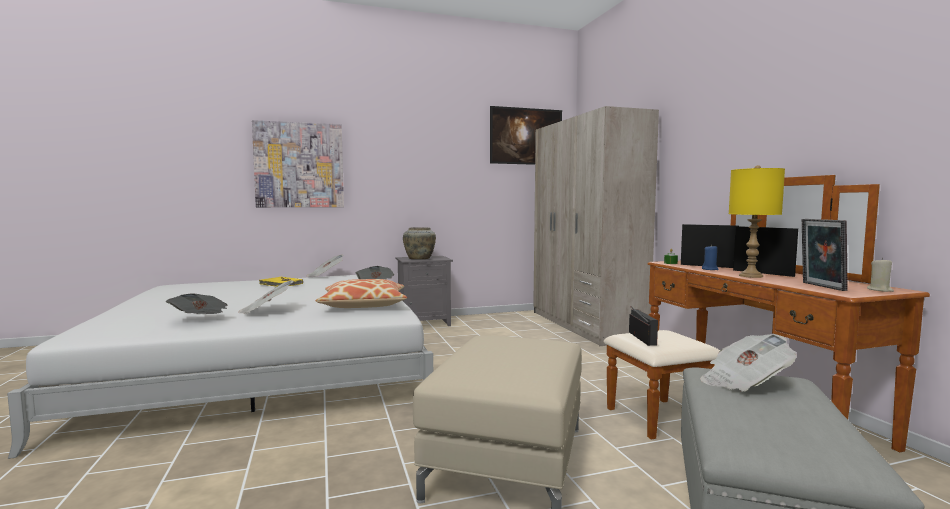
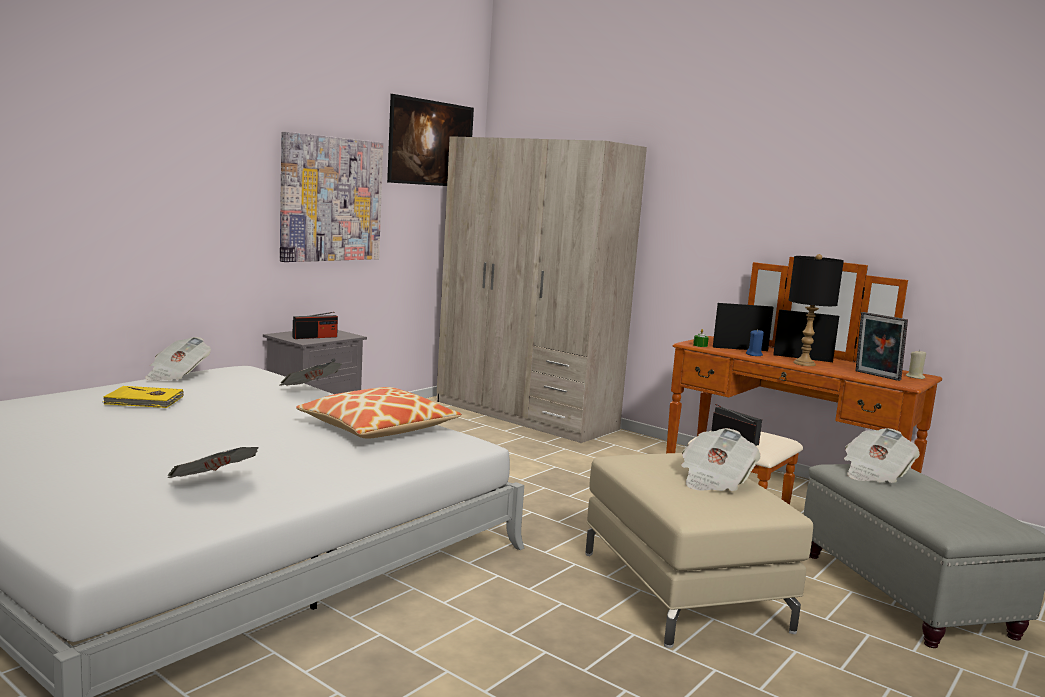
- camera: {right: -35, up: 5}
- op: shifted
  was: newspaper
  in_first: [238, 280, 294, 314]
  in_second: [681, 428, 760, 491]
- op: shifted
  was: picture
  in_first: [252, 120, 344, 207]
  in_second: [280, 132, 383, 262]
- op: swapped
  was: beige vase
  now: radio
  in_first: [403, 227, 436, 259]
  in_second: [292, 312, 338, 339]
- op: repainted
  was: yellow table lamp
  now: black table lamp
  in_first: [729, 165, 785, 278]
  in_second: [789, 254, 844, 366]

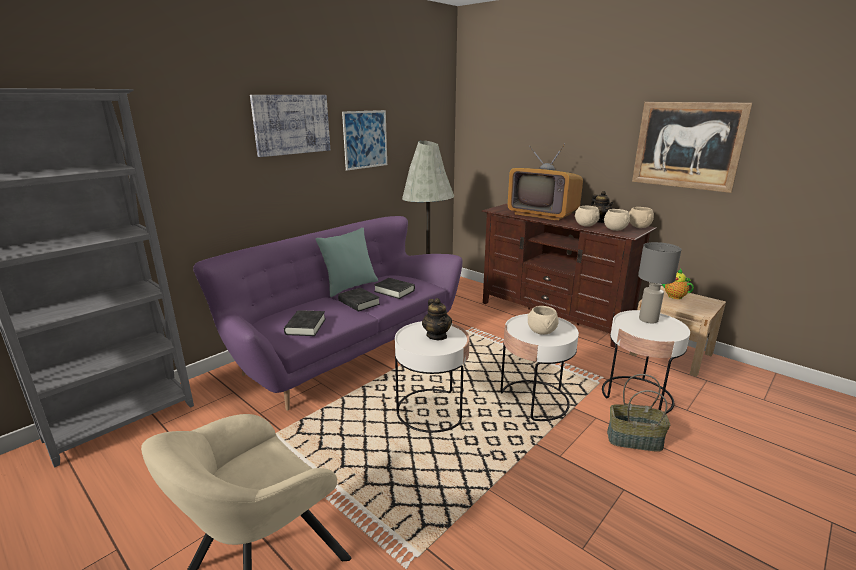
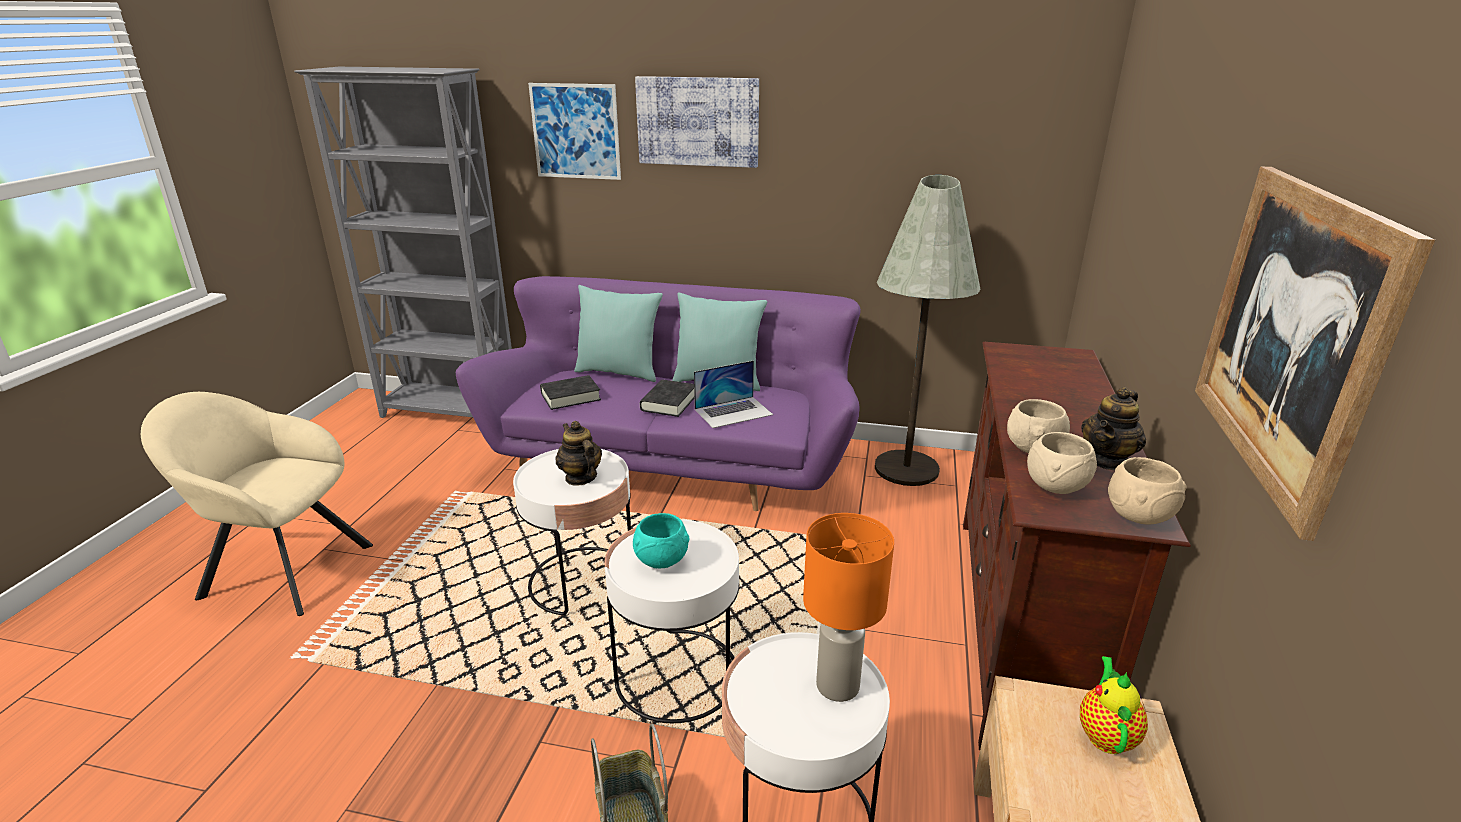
- camera: {right: 60, up: 5}
- op: gone
  was: television
  in_first: [508, 143, 583, 221]
- op: new
  now: turquoise pillow
  in_second: [574, 285, 663, 382]
- op: shifted
  was: picture
  in_first: [342, 110, 387, 171]
  in_second: [528, 83, 621, 180]
- op: swapped
  was: black book
  now: laptop
  in_first: [374, 278, 415, 299]
  in_second: [694, 360, 773, 428]
- op: repainted
  was: beige bowl
  now: turquoise bowl
  in_first: [528, 306, 559, 335]
  in_second: [633, 513, 689, 568]
- op: repainted
  was: grey table lamp
  now: orange table lamp
  in_first: [638, 242, 682, 323]
  in_second: [803, 513, 894, 702]
- op: rotated
  was: teapot
  in_first: [422, 298, 452, 340]
  in_second: [555, 421, 602, 486]
  clockwise: 105

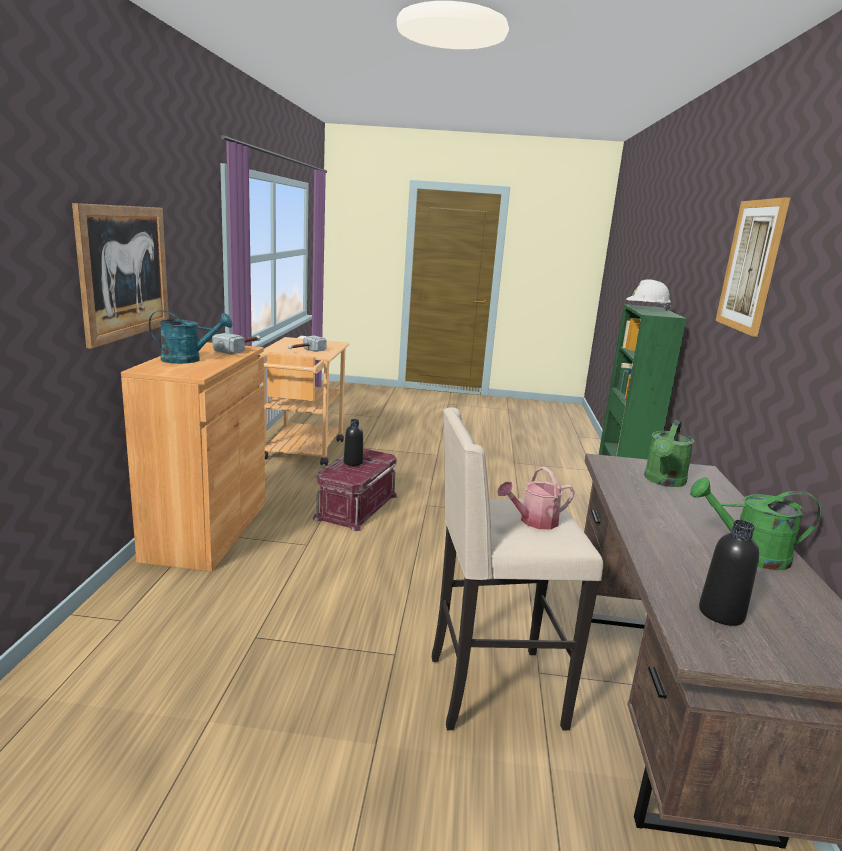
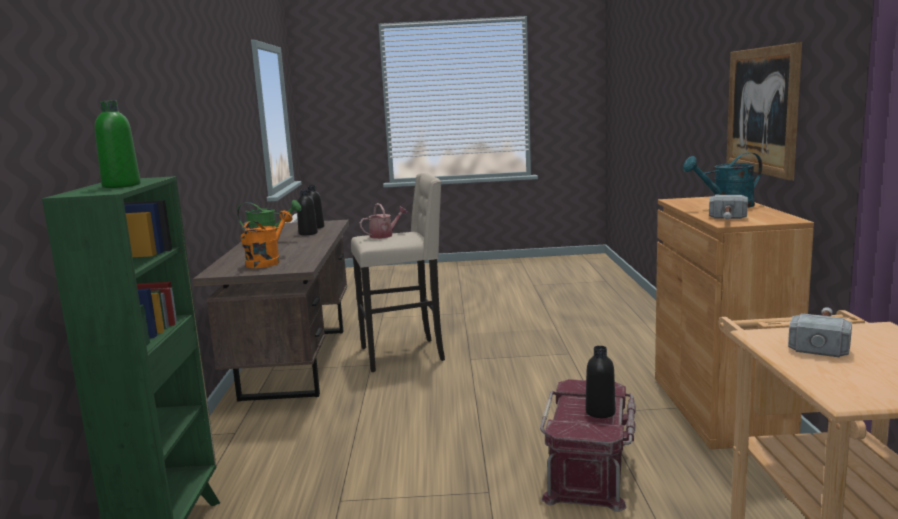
- camera: {right: 175, up: -5}
- op: gone
  was: picture
  in_first: [715, 197, 790, 337]
- op: new
  now: black bottle
  in_second: [297, 190, 318, 235]
- op: swapped
  was: white hard hat
  now: green bottle
  in_first: [626, 279, 671, 311]
  in_second: [95, 100, 141, 188]
- op: repainted
  was: green watering can
  now: orange watering can
  in_first: [644, 420, 694, 487]
  in_second: [241, 211, 293, 268]

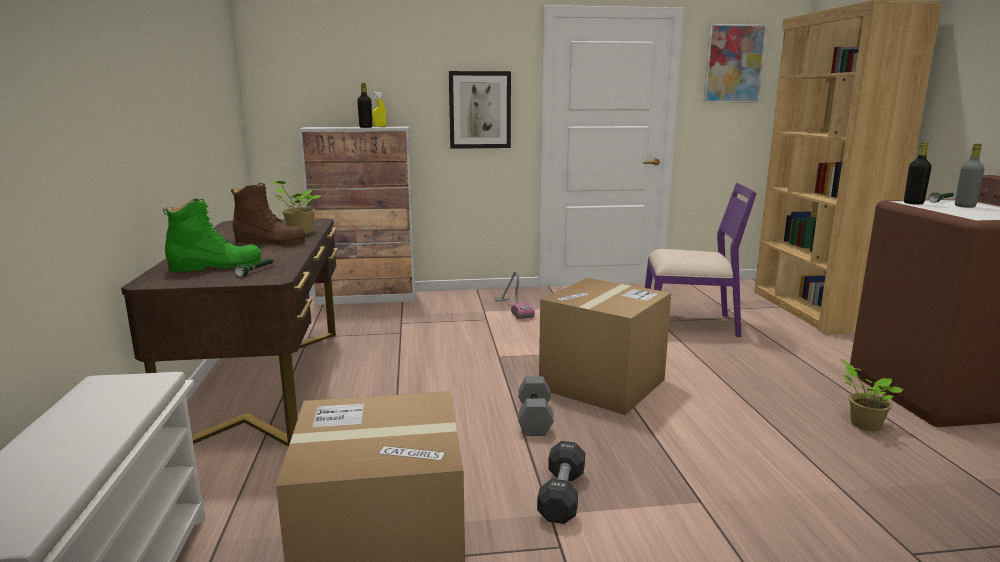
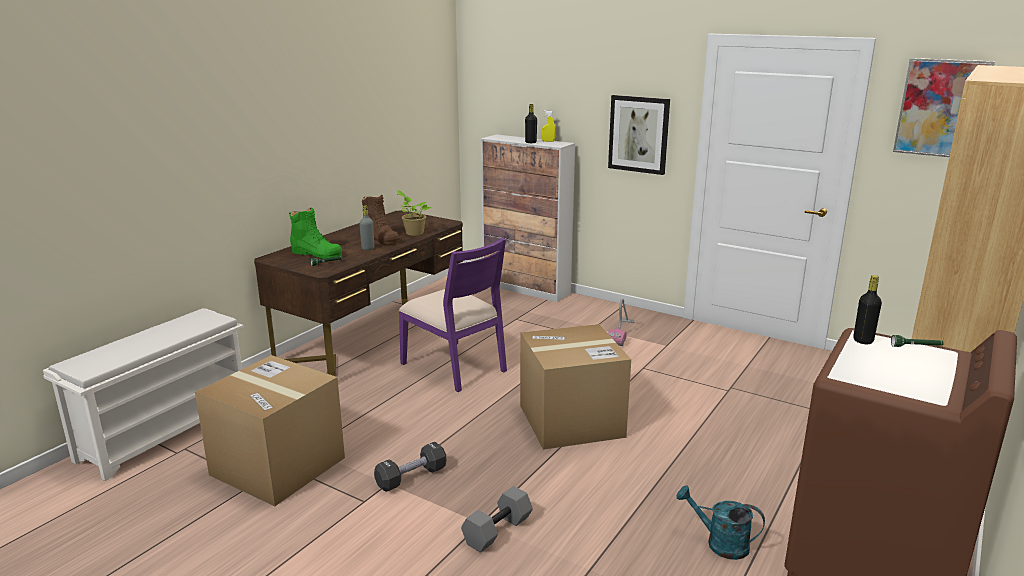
- camera: {right: 40, up: 5}
- op: shifted
  was: grey dumbbell
  in_first: [518, 376, 554, 436]
  in_second: [461, 486, 533, 552]
- op: shifted
  was: purple chair
  in_first: [645, 183, 757, 337]
  in_second: [399, 238, 507, 392]
- op: shifted
  was: grey bottle
  in_first: [955, 144, 985, 208]
  in_second: [359, 206, 374, 250]
- op: swapped
  was: potted plant
  now: turquoise watering can
  in_first: [840, 359, 903, 431]
  in_second: [676, 485, 765, 560]

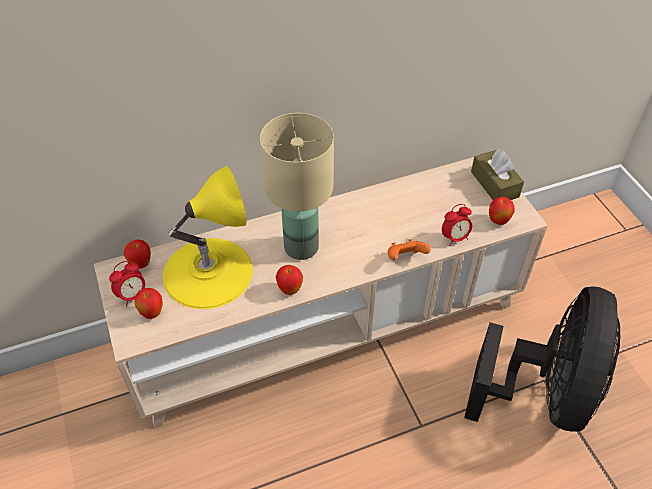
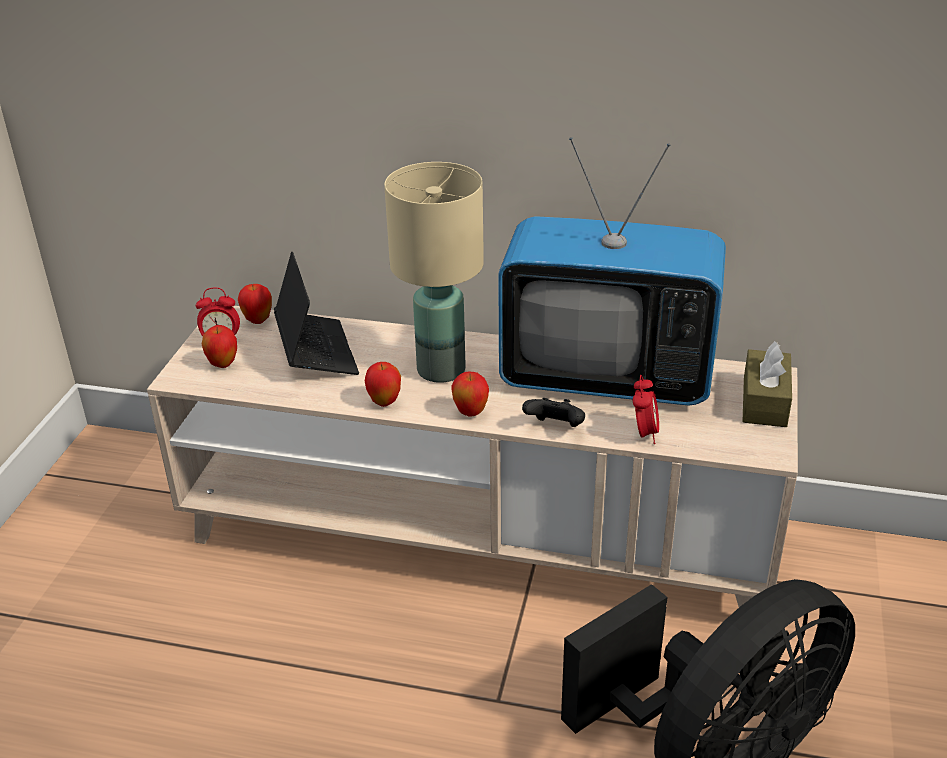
- camera: {right: 35, up: -15}
- op: new
  now: television
  in_second: [498, 137, 726, 406]
- op: shifted
  was: apple
  in_first: [489, 197, 515, 225]
  in_second: [451, 371, 489, 417]
- op: swapped
  was: yellow table lamp
  now: laptop
  in_first: [163, 166, 253, 309]
  in_second: [274, 252, 359, 375]
- op: repainted
  was: orange game controller
  now: black game controller
  in_first: [388, 239, 430, 260]
  in_second: [522, 398, 585, 427]
- op: rotated
  was: alarm clock
  in_first: [442, 204, 472, 246]
  in_second: [633, 375, 659, 444]
  clockwise: -90

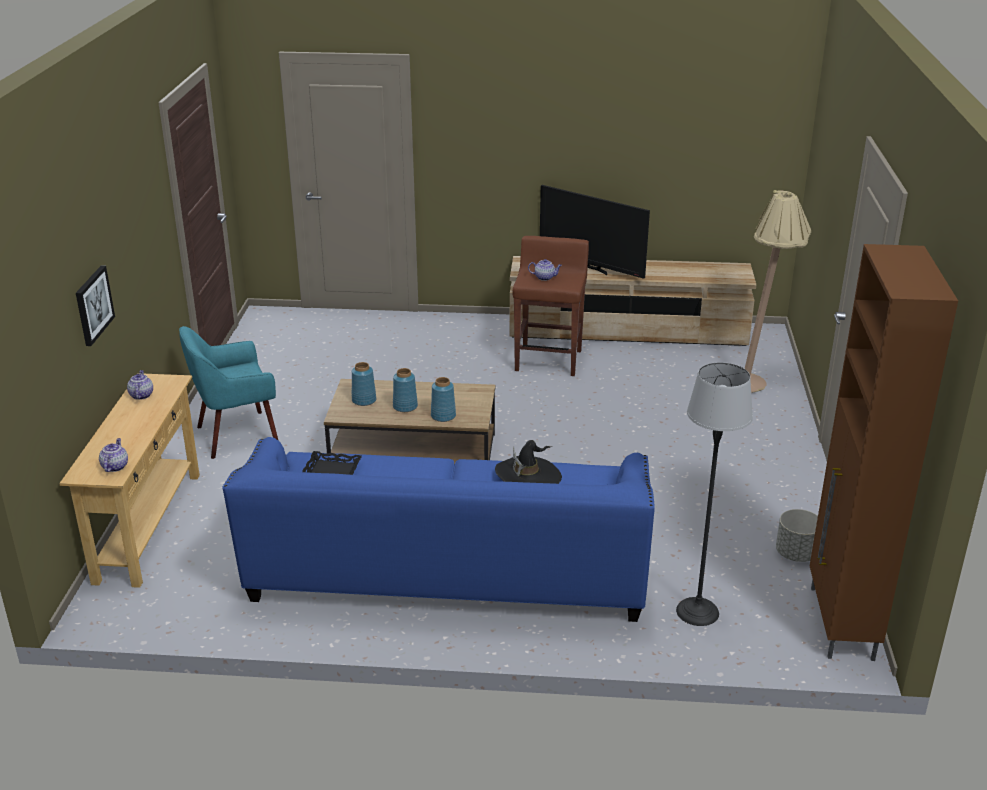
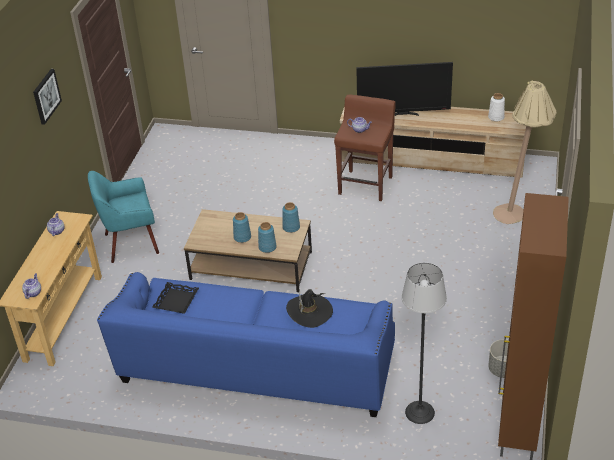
- camera: {right: 10, up: 10}
- op: new
  now: white vase
  in_second: [488, 93, 505, 121]
- op: shifted
  was: picture
  in_first: [76, 265, 115, 346]
  in_second: [33, 69, 62, 125]
- op: shifted
  was: blue vase
  in_first: [352, 362, 376, 406]
  in_second: [282, 202, 300, 233]
- op: rotated
  was: television
  in_first: [540, 185, 650, 279]
  in_second: [356, 62, 453, 116]
  clockwise: -45

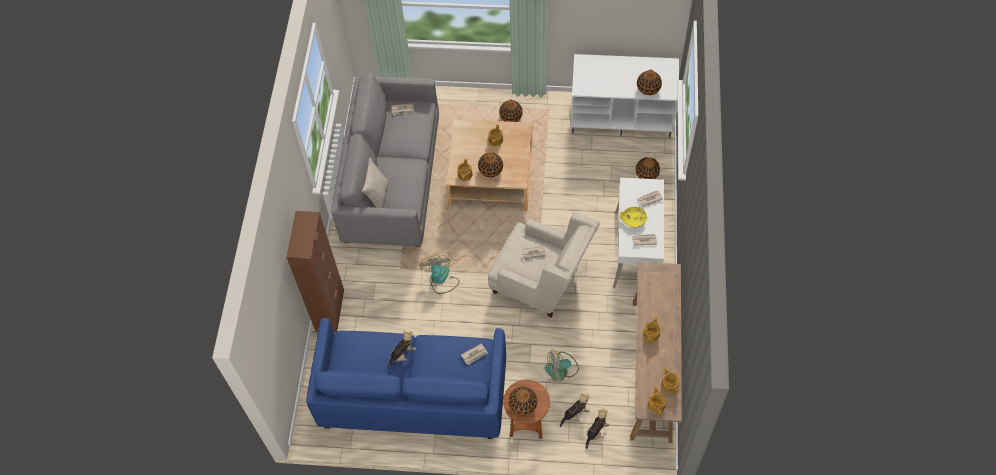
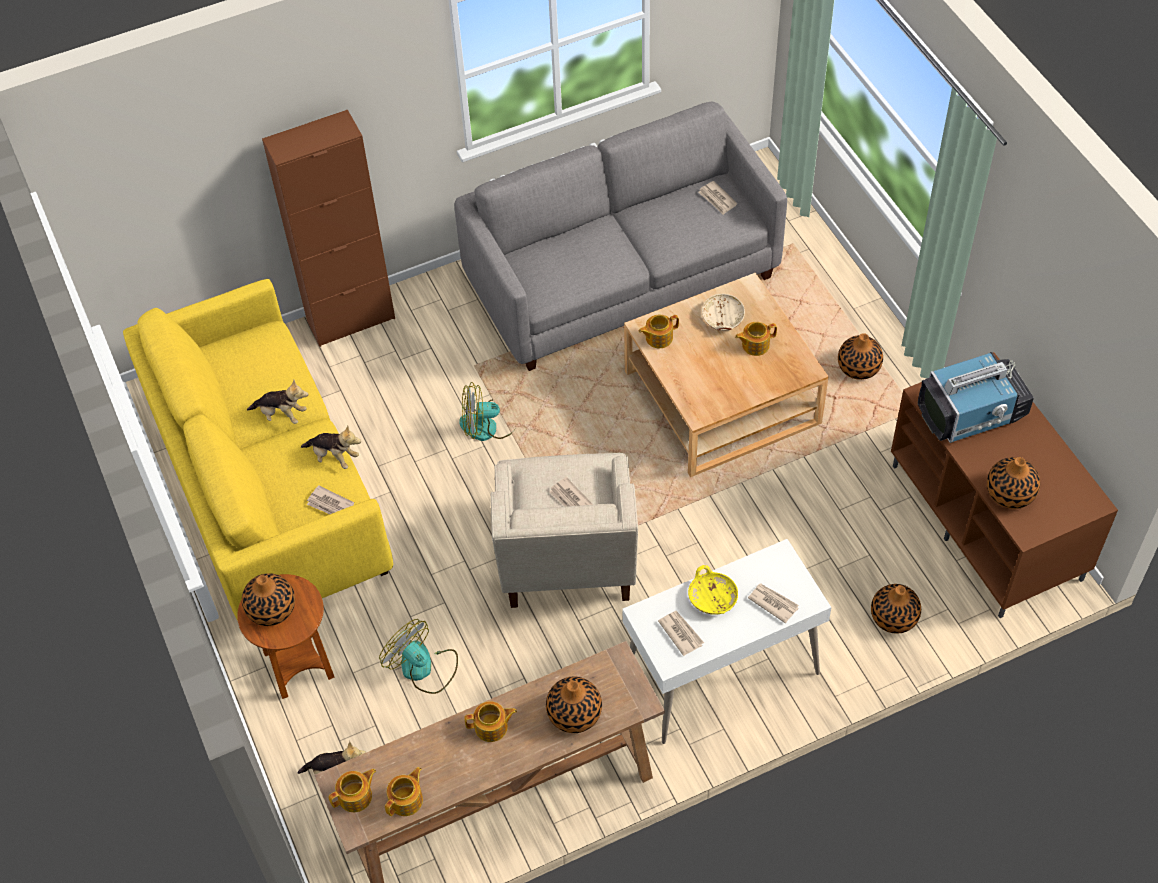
- camera: {right: 60, up: -5}
- op: gone
  was: beige pillow
  in_first: [362, 158, 388, 208]
- op: new
  now: beige bowl
  in_second: [702, 293, 745, 331]
- op: new
  now: television
  in_second: [918, 352, 1034, 443]
- op: shifted
  was: vase
  in_first: [478, 152, 503, 177]
  in_second: [546, 676, 602, 733]
- op: shifted
  was: plush toy
  in_first: [560, 394, 590, 427]
  in_second: [301, 426, 361, 469]
- op: repainted
  was: blue sofa
  now: yellow sofa
  in_first: [306, 318, 506, 439]
  in_second: [123, 279, 393, 621]
- op: repainted
  was: white tv stand
  now: brown tv stand
  in_first: [571, 54, 679, 138]
  in_second: [891, 352, 1118, 618]
- op: rotated
  was: fan
  in_first: [419, 255, 459, 294]
  in_second: [459, 382, 516, 441]
  clockwise: -150

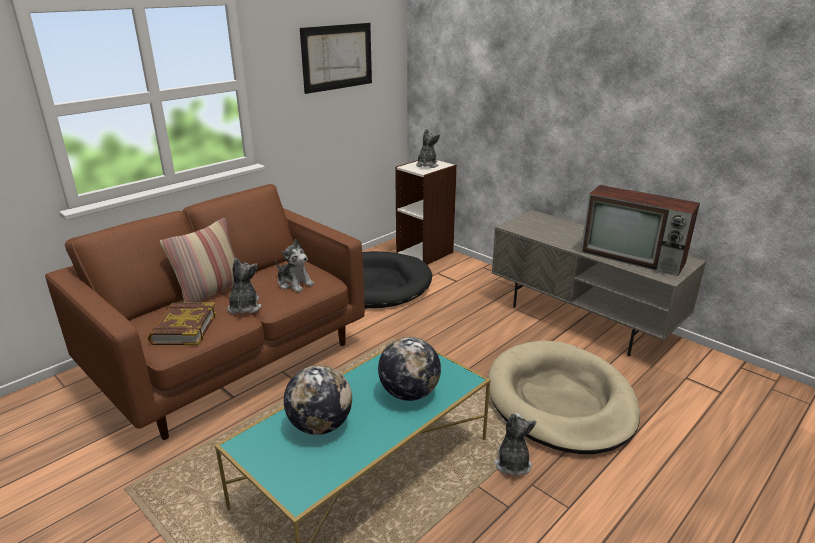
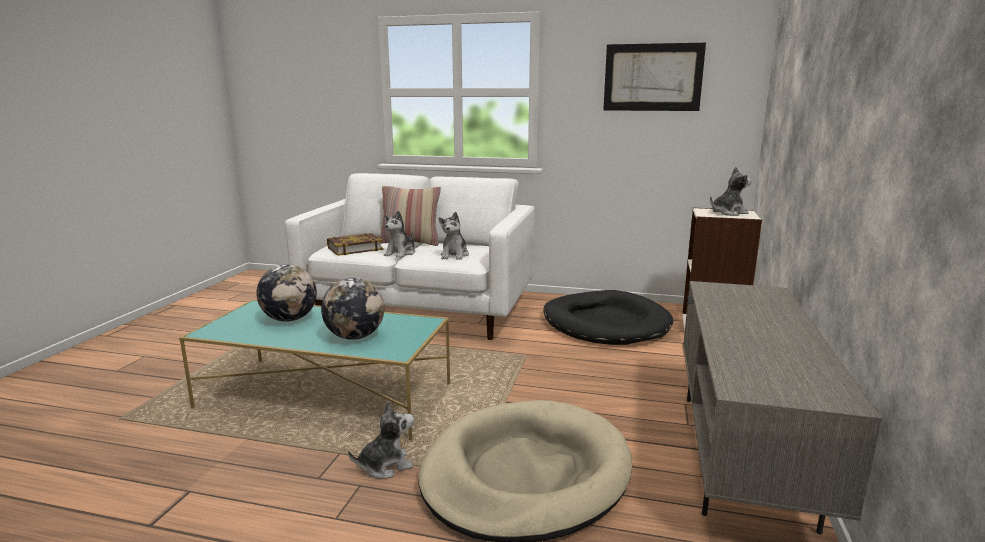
- camera: {right: 60, up: -10}
- op: gone
  was: television
  in_first: [581, 185, 700, 276]
- op: repainted
  was: brown sofa
  now: white sofa
  in_first: [45, 184, 365, 440]
  in_second: [285, 173, 535, 340]
- op: rotated
  was: plush toy
  in_first: [228, 258, 262, 314]
  in_second: [384, 210, 415, 258]
  clockwise: 150

